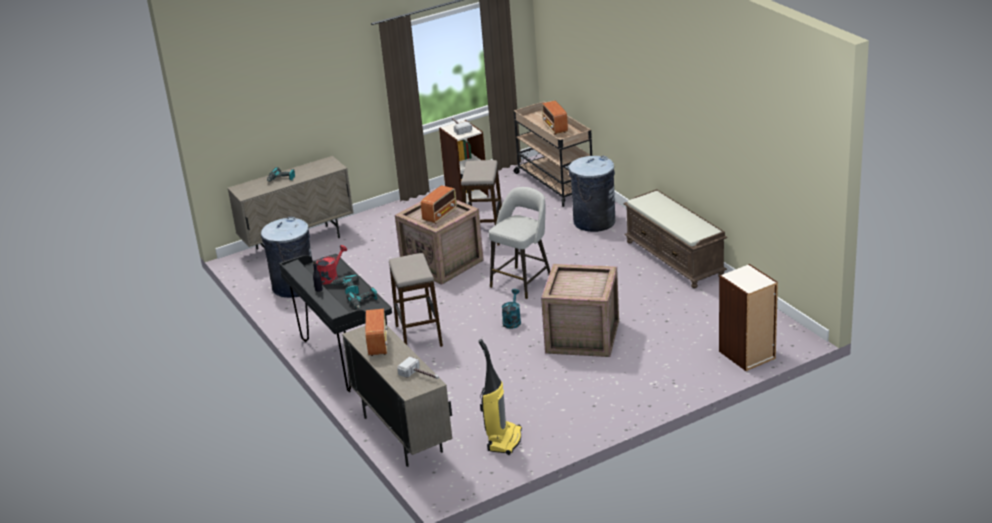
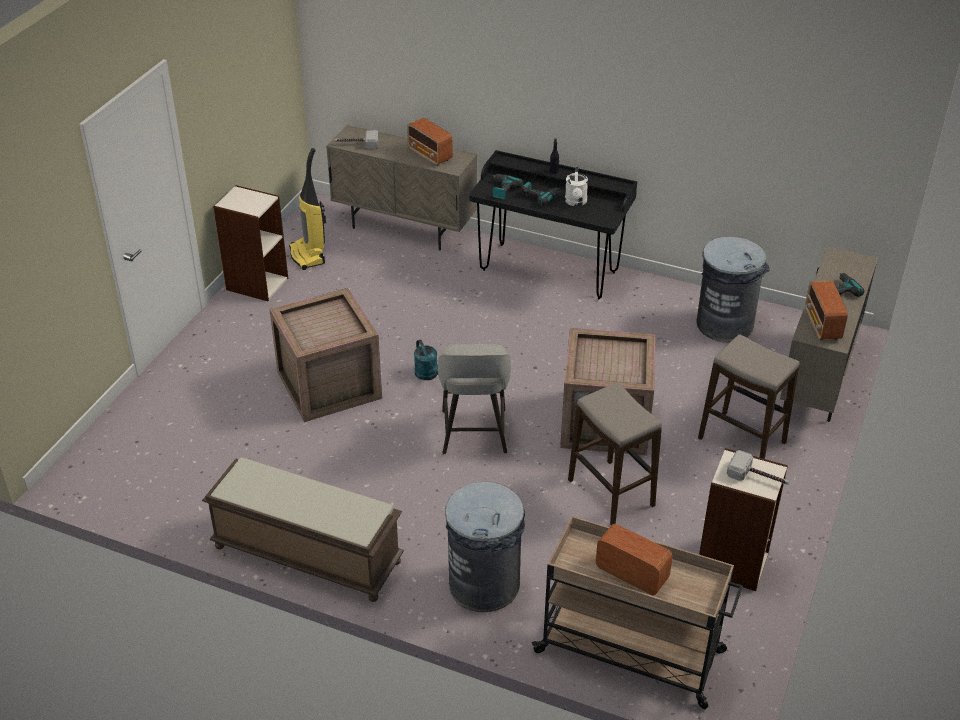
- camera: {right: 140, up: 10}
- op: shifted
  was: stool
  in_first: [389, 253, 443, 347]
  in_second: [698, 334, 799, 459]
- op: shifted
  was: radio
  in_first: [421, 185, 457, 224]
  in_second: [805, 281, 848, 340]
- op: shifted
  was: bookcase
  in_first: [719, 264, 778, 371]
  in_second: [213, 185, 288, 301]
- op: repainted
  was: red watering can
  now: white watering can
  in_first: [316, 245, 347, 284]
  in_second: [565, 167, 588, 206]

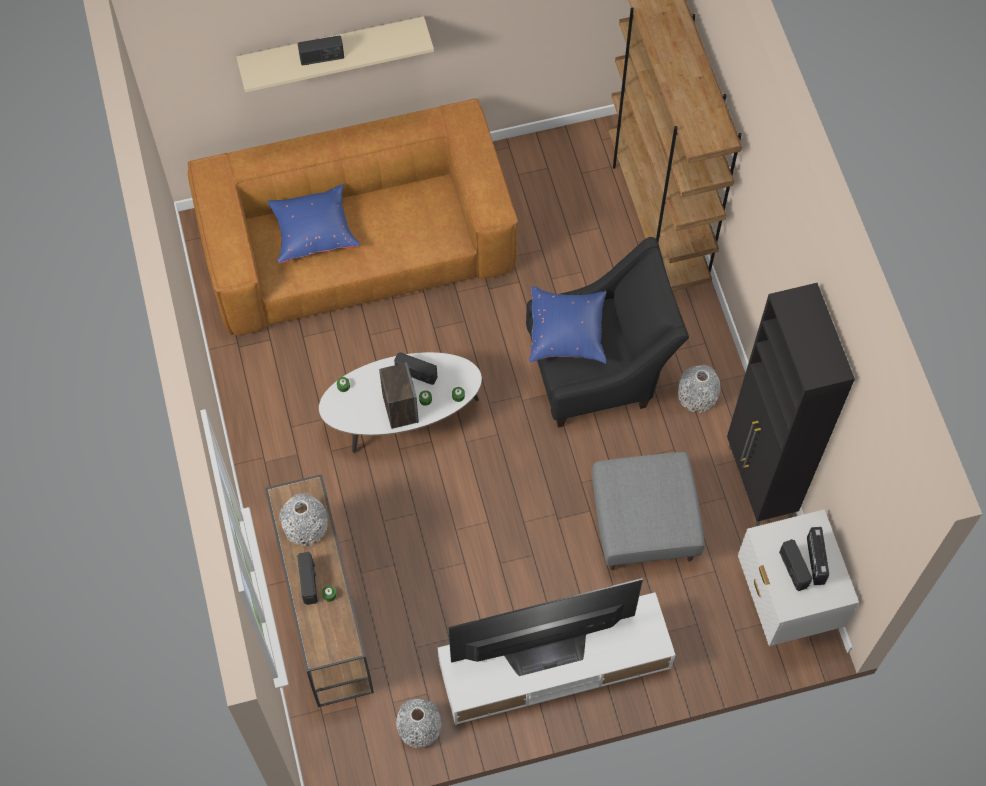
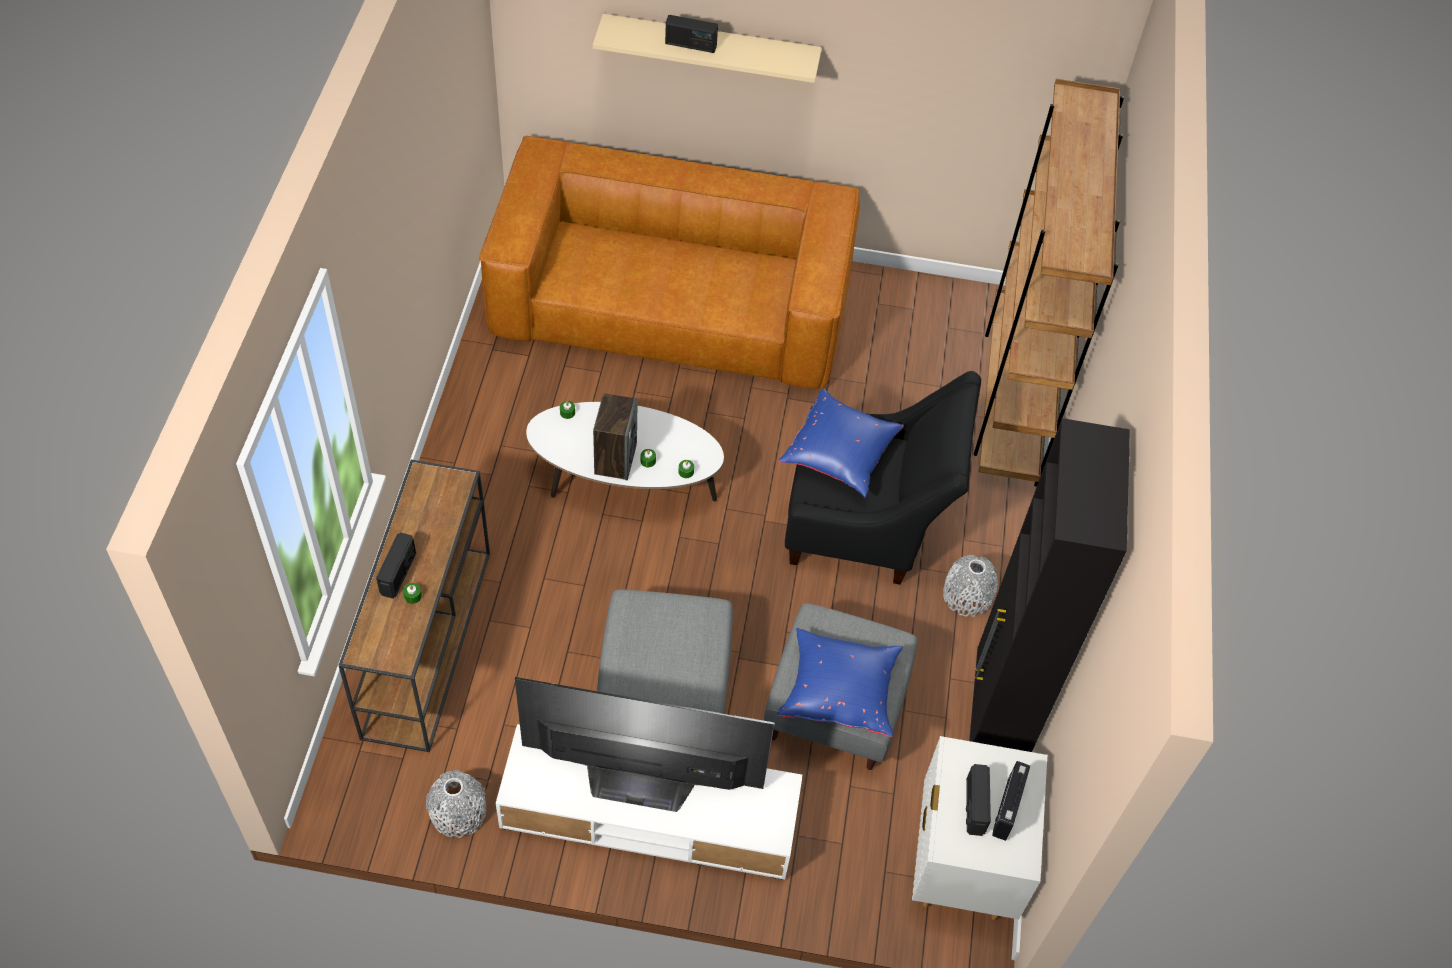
- camera: {right: 20, up: -10}
- op: gone
  was: grey vase
  in_first: [279, 493, 328, 546]
- op: gone
  was: radio
  in_first: [394, 352, 437, 385]
- op: new
  now: grey ottoman
  in_second: [597, 590, 733, 714]
- op: shifted
  was: blue pillow
  in_first: [267, 184, 360, 263]
  in_second: [777, 628, 903, 737]

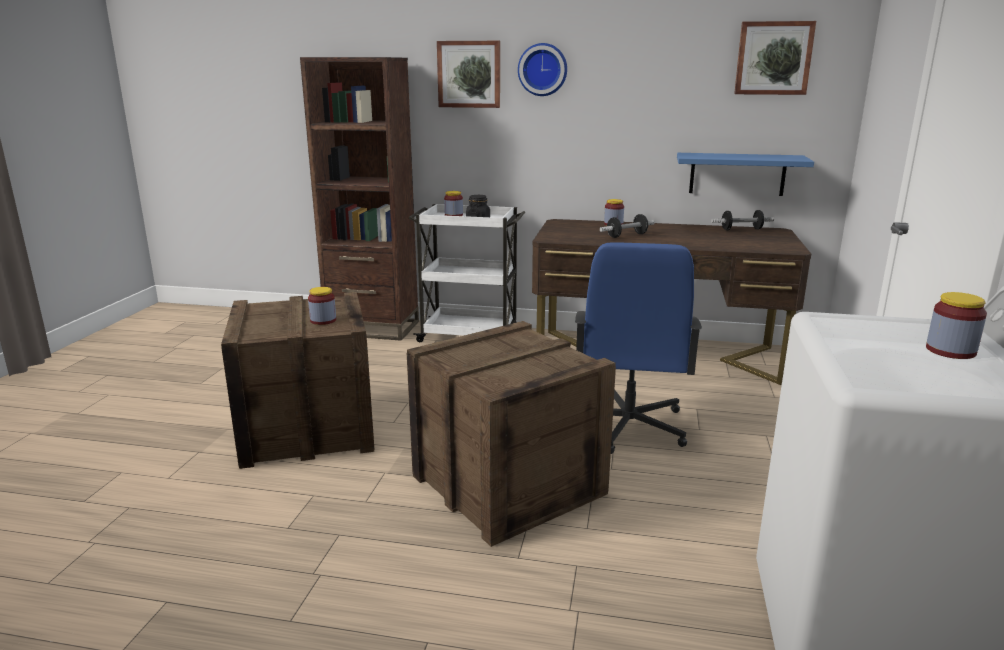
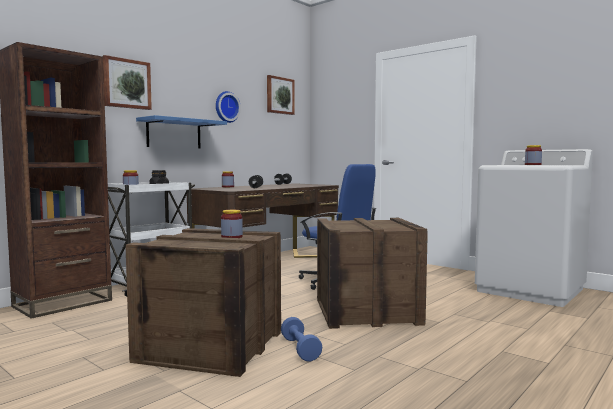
- camera: {right: -60, up: -15}
- op: new
  now: blue dumbbell
  in_second: [281, 317, 322, 362]
- op: shifted
  was: wall clock
  in_first: [518, 43, 567, 96]
  in_second: [216, 91, 241, 123]
- op: shifted
  was: blue shelf
  in_first: [677, 153, 814, 196]
  in_second: [136, 115, 227, 148]

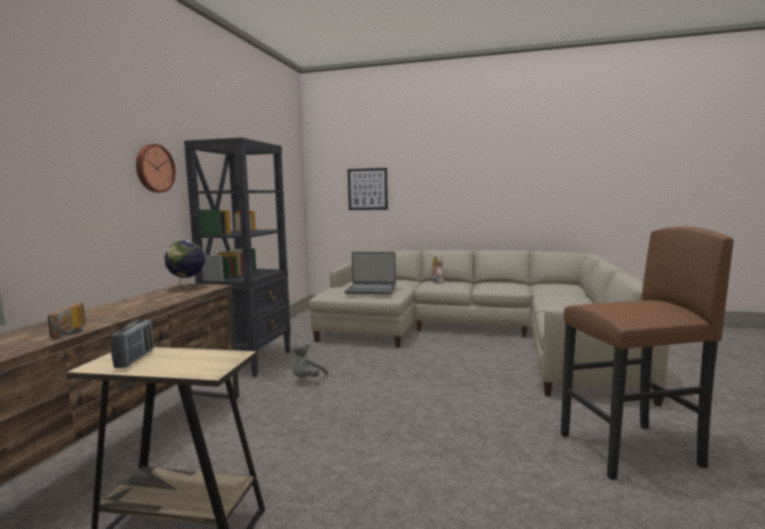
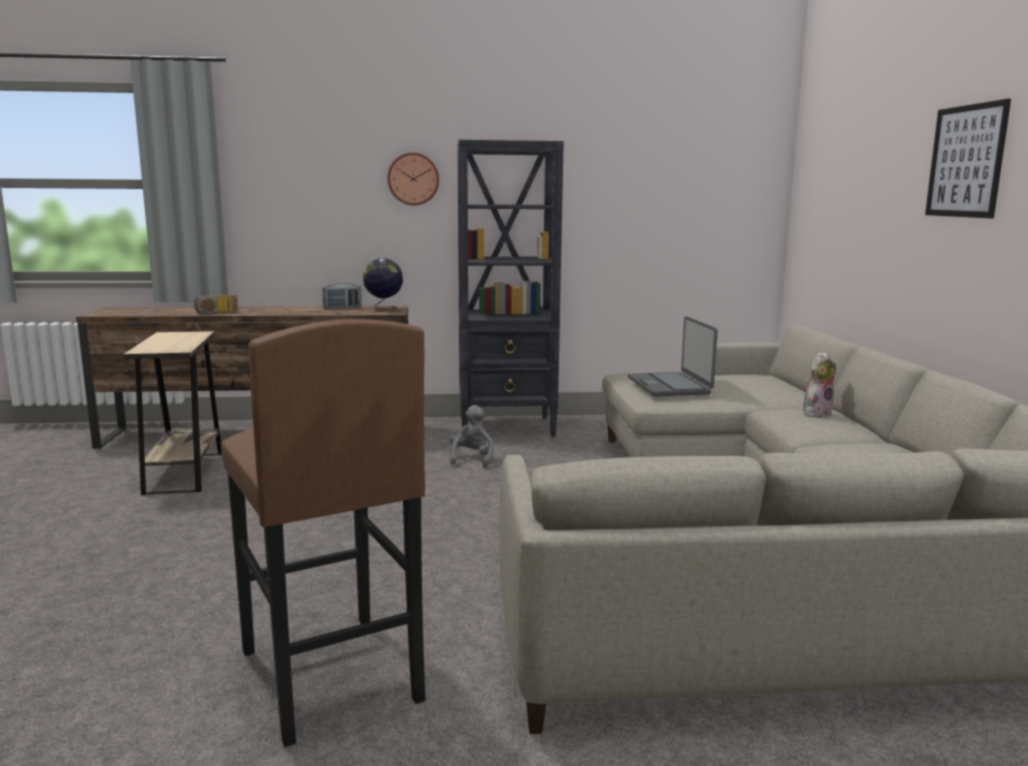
- camera: {right: 70, up: 5}
- op: shifted
  was: radio
  in_first: [110, 319, 154, 368]
  in_second: [323, 283, 362, 309]
- op: shifted
  was: picture
  in_first: [348, 168, 388, 210]
  in_second: [925, 99, 1011, 218]
- op: rotated
  was: grey plush toy
  in_first: [292, 342, 328, 377]
  in_second: [450, 405, 494, 468]
  clockwise: 90

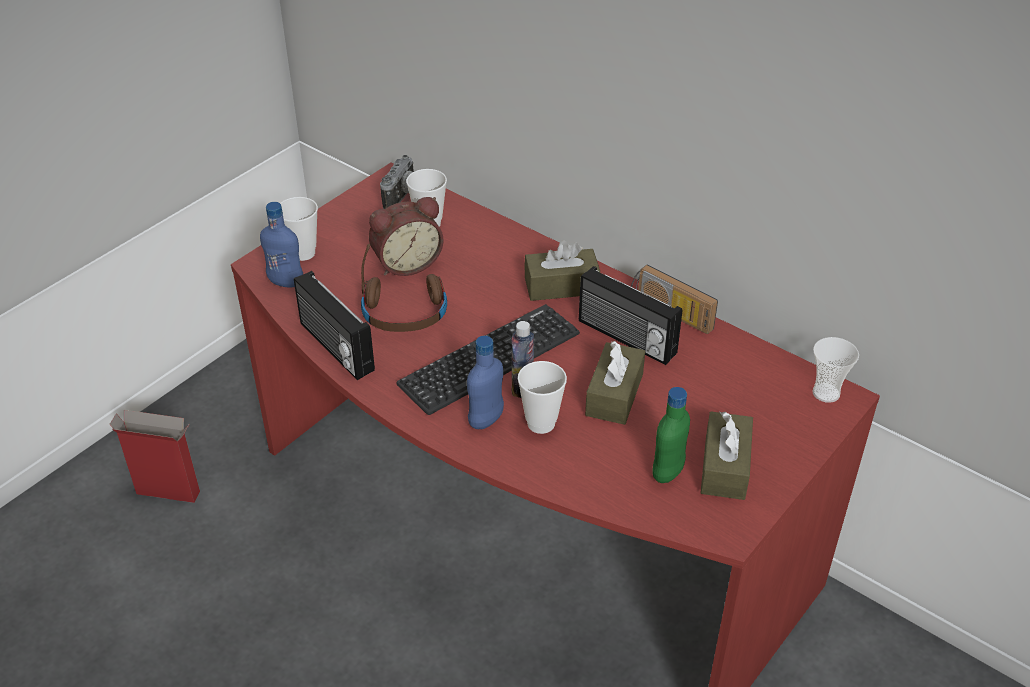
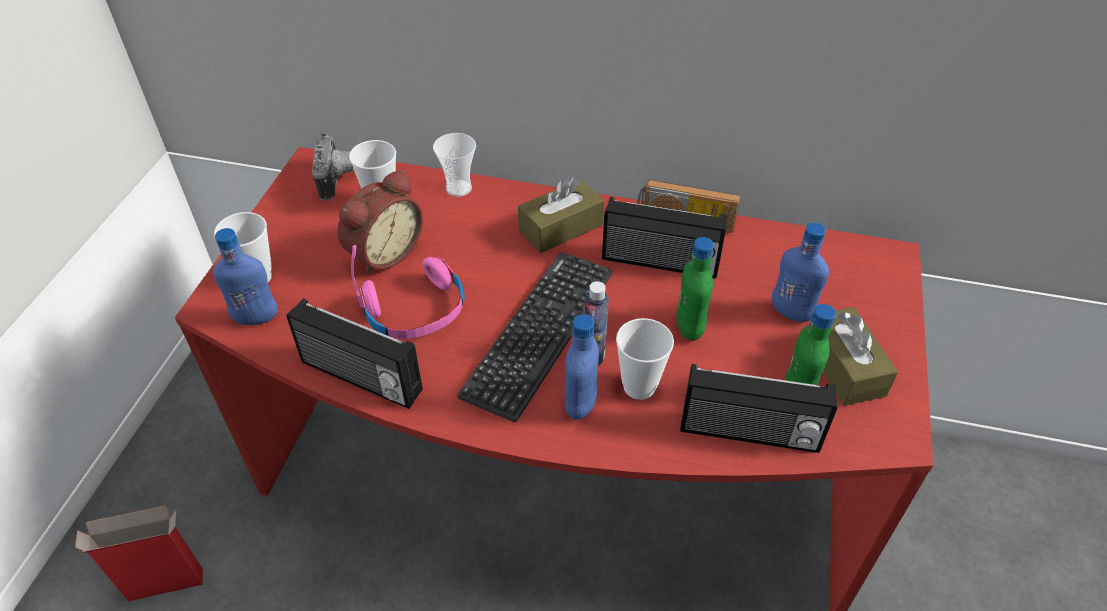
- camera: {right: -25, up: 5}
- op: new
  now: radio
  in_second: [680, 364, 837, 453]
- op: new
  now: blue bottle
  in_second: [771, 223, 829, 322]
- op: shifted
  was: cup
  in_first: [813, 337, 859, 403]
  in_second: [433, 133, 476, 197]
- op: swapped
  was: brown tissue box
  now: green bottle
  in_first: [585, 341, 645, 425]
  in_second: [676, 237, 714, 341]
- op: repainted
  was: brown headphones
  now: pink headphones
  in_first: [361, 244, 447, 332]
  in_second: [351, 245, 464, 339]

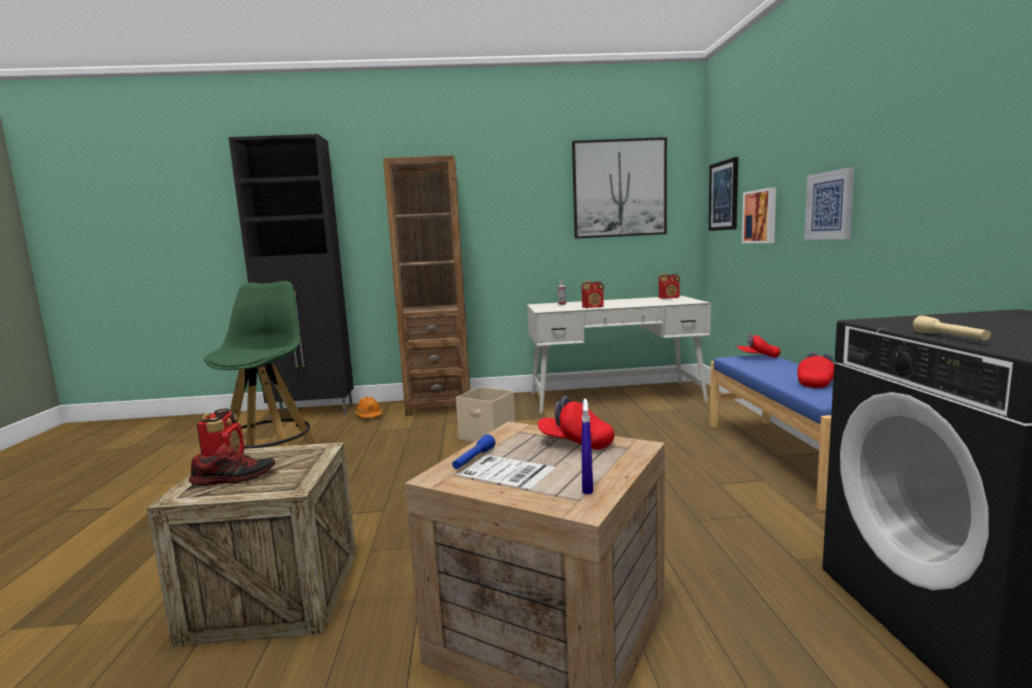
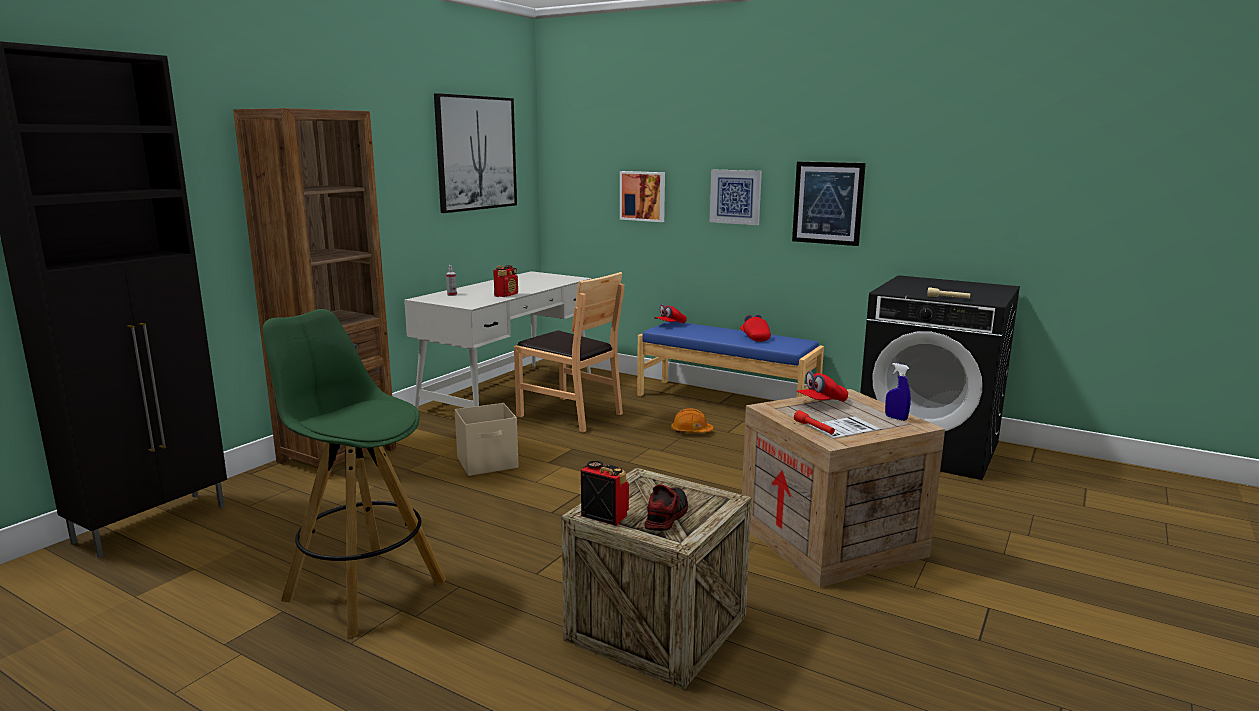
- camera: {right: -55, up: 5}
- op: gone
  was: radio
  in_first: [659, 273, 680, 299]
- op: new
  now: brown chair
  in_second: [514, 272, 624, 432]
- op: shifted
  was: orange hard hat
  in_first: [355, 397, 382, 418]
  in_second: [671, 408, 714, 433]
- op: shifted
  was: picture
  in_first: [709, 157, 738, 231]
  in_second: [792, 162, 866, 246]
- op: repainted
  was: blue flashlight
  now: red flashlight
  in_first: [452, 434, 495, 469]
  in_second: [794, 410, 835, 434]

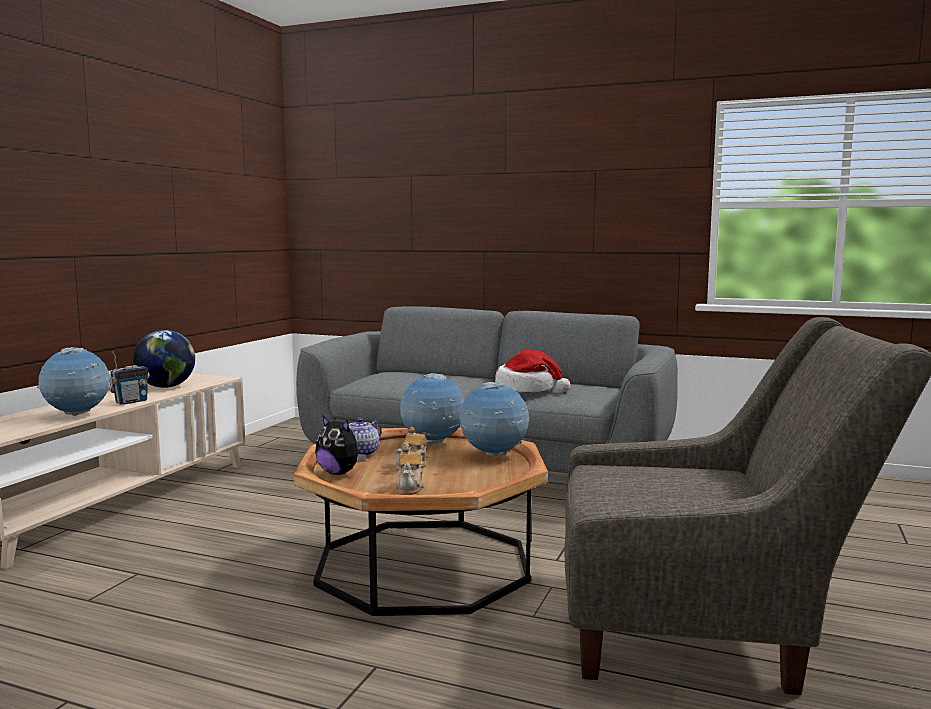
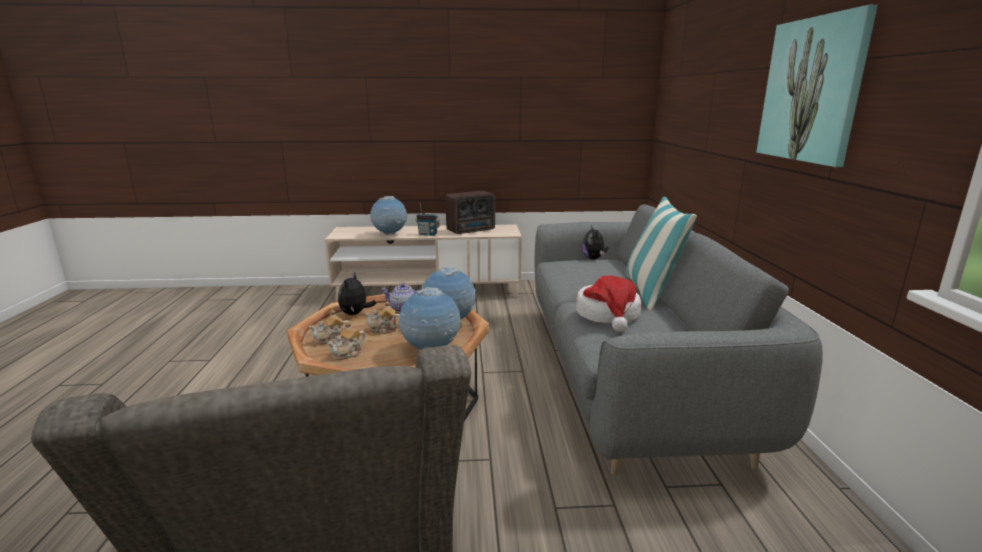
- camera: {right: 65, up: 10}
- op: new
  now: teapot
  in_second: [327, 322, 366, 360]
- op: new
  now: plush toy
  in_second: [582, 225, 608, 259]
- op: new
  now: pillow
  in_second: [627, 196, 697, 310]
- op: new
  now: picture
  in_second: [756, 5, 878, 167]
- op: swapped
  was: globe
  now: radio
  in_first: [133, 330, 195, 388]
  in_second: [446, 191, 495, 234]

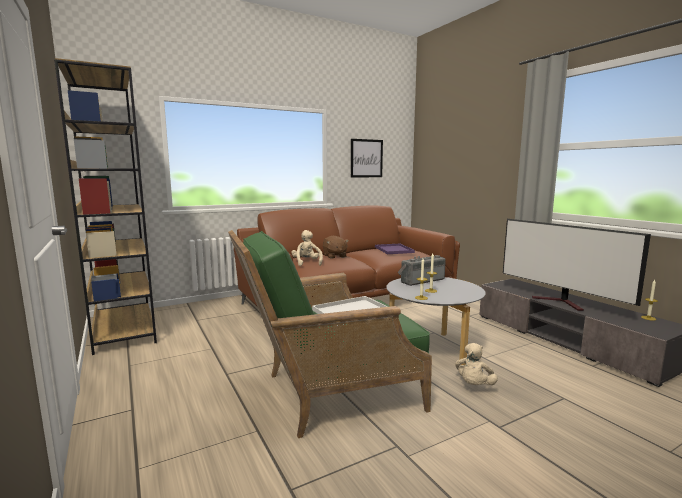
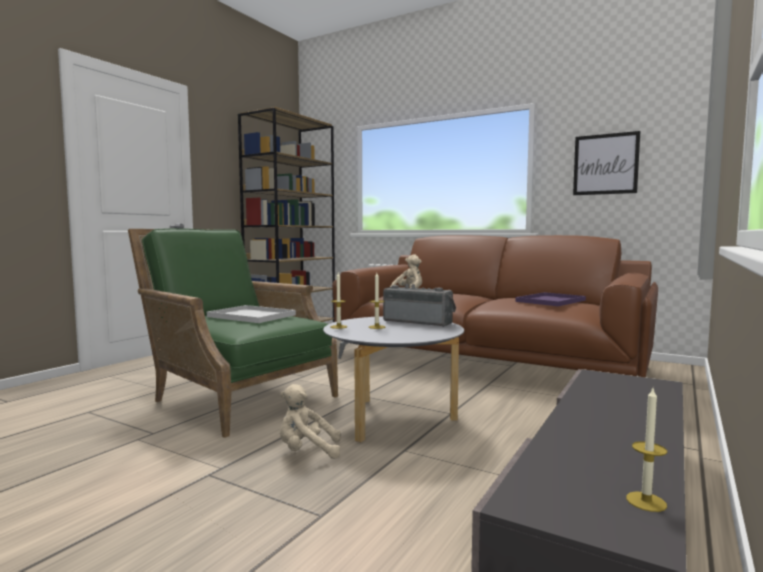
- camera: {right: 60, up: -5}
- op: gone
  was: brown plush toy
  in_first: [323, 236, 349, 259]
- op: gone
  was: television
  in_first: [503, 219, 651, 311]

